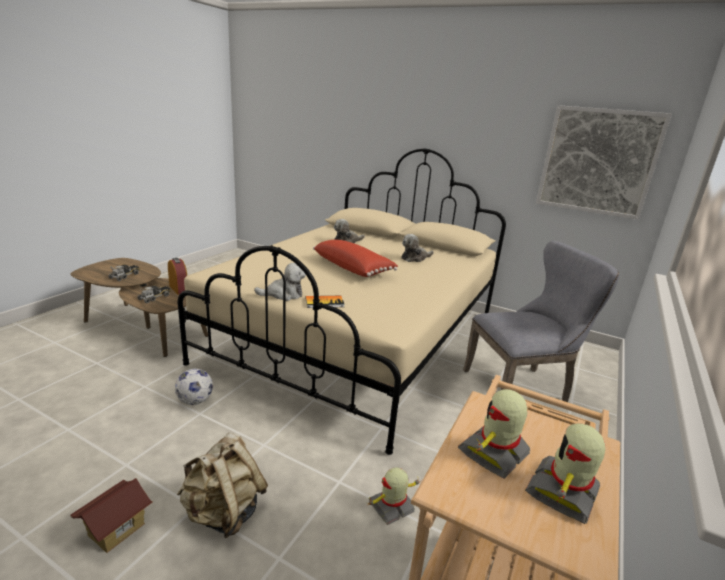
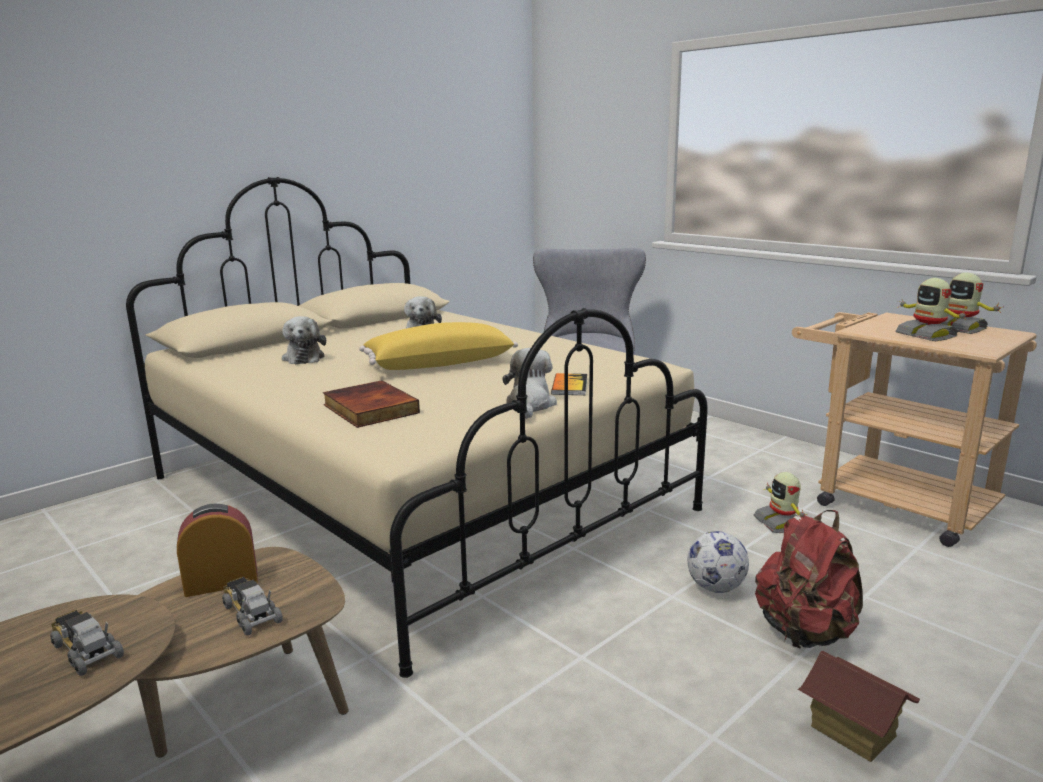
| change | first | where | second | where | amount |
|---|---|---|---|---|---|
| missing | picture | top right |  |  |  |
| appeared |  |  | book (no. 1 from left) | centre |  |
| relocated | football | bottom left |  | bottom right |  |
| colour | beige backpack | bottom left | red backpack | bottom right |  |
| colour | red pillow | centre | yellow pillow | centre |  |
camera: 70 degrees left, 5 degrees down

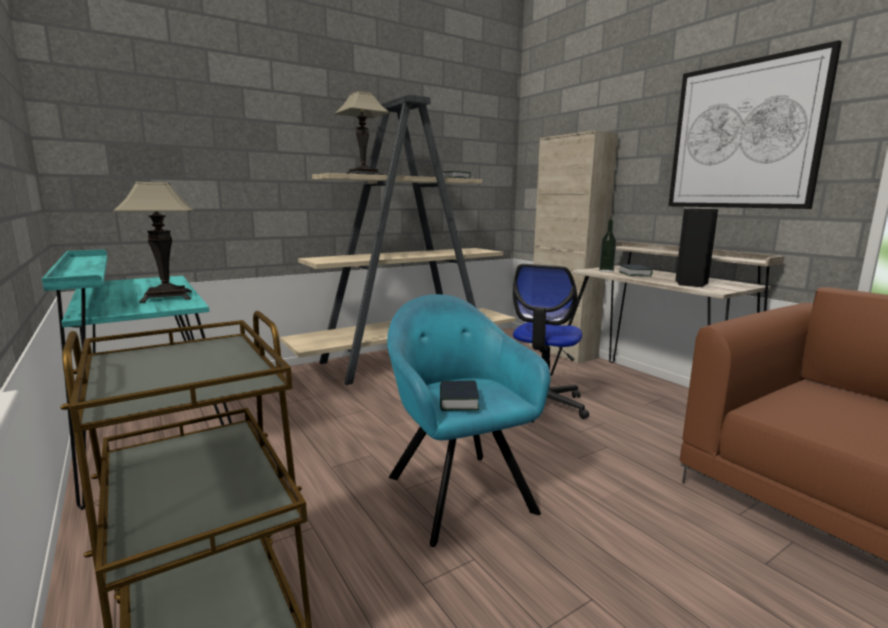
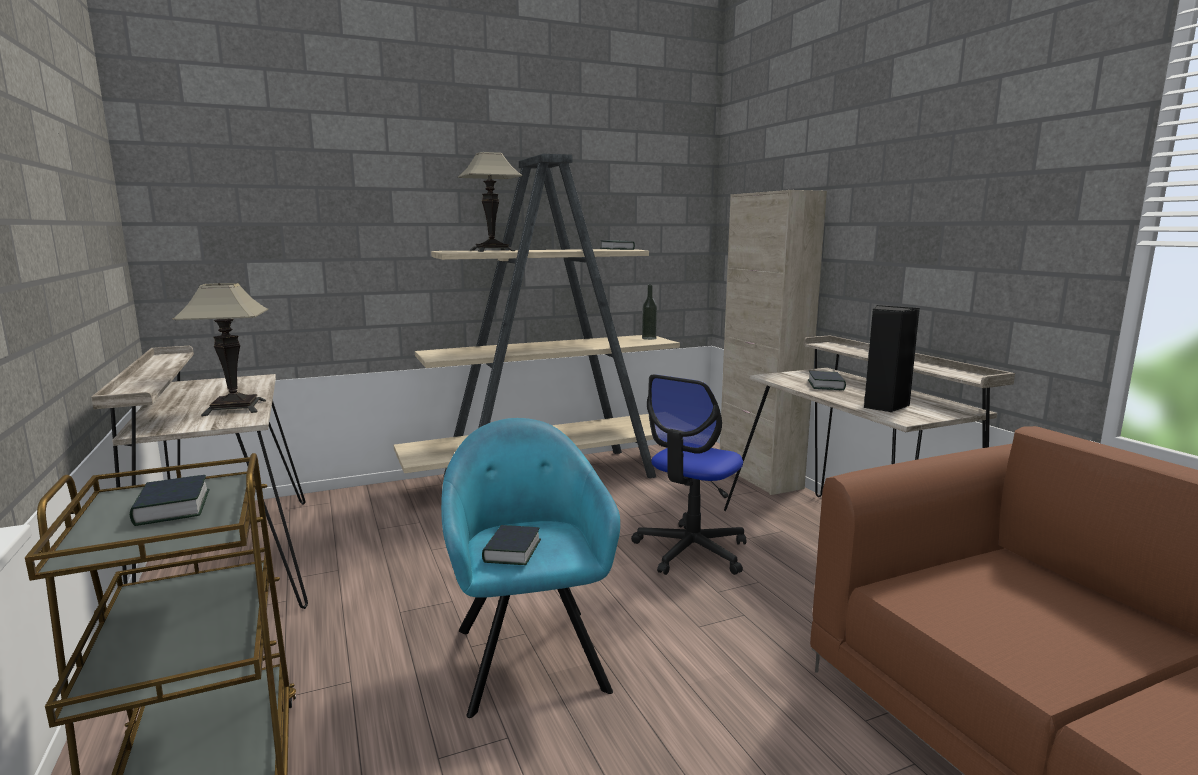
| change | first | where | second | where | amount |
|---|---|---|---|---|---|
| missing | picture | top right |  |  |  |
| appeared |  |  | book (no. 1 from left) | middle left |  |
| relocated | bottle | middle right |  | centre |  |
| colour | turquoise desk | middle left | beige desk (no. 1 from left) | middle left |  |
camera: 10 degrees right, 0 degrees up

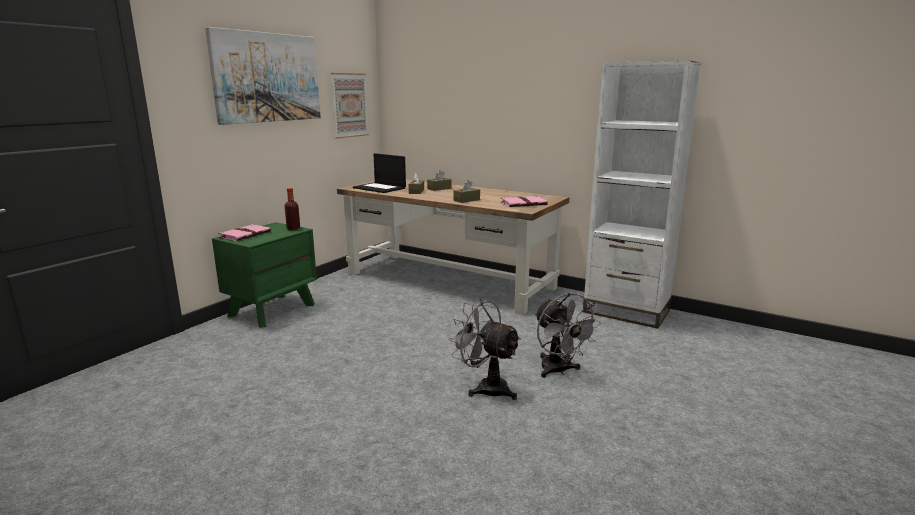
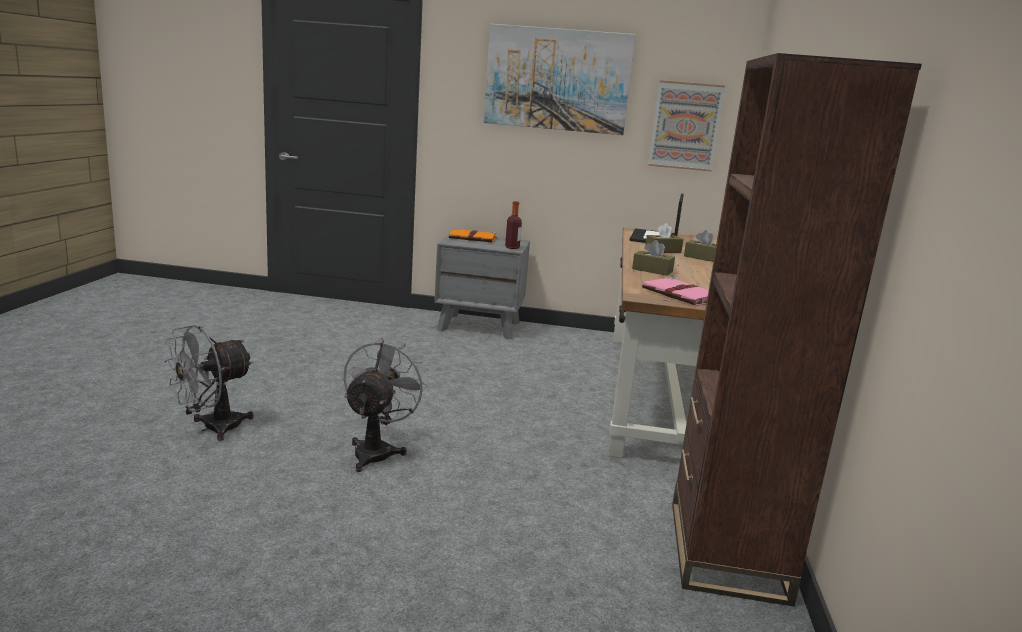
| change | first | where | second | where | amount |
|---|---|---|---|---|---|
| relocated | grey fan (no. 2 from left in the first image) | centre | grey fan (no. 1 from left) | middle left |  |
| colour | green nightstand | middle left | grey nightstand | centre |  |
| colour | pink book (no. 1 from left) | middle left | orange book | centre |  |
| colour | white bookcase | middle right | brown bookcase | middle right |  |
camera: 65 degrees right, 0 degrees up

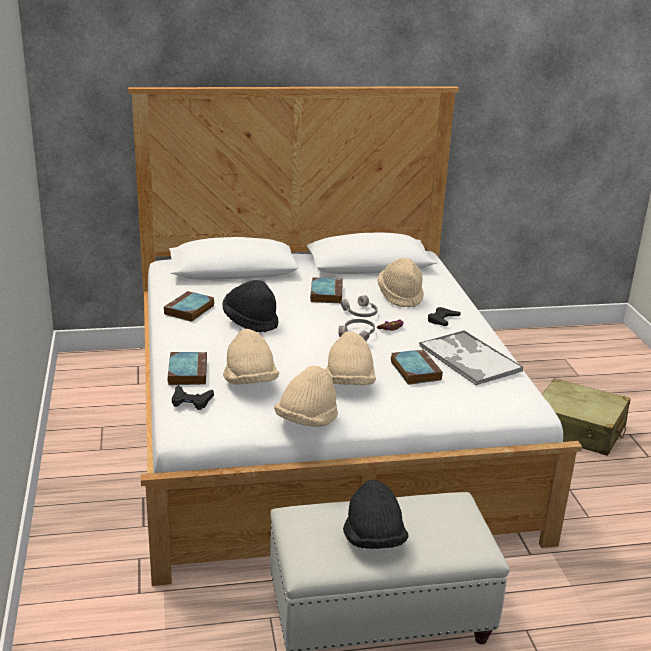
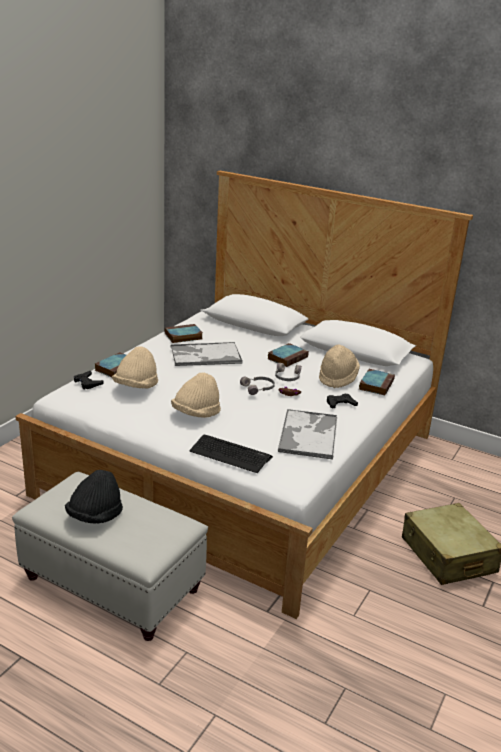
| change | first | where | second | where | amount |
|---|---|---|---|---|---|
| missing | beige hat (no. 2 from left) | centre |  |  |  |
| appeared |  |  | keyboard | centre |  |
| relocated | book (no. 4 from left) | centre |  | middle right |  |
| exchanged | black hat (no. 1 from left) | centre | tray (no. 1 from left) | centre |  |
camera: 40 degrees right, 0 degrees up

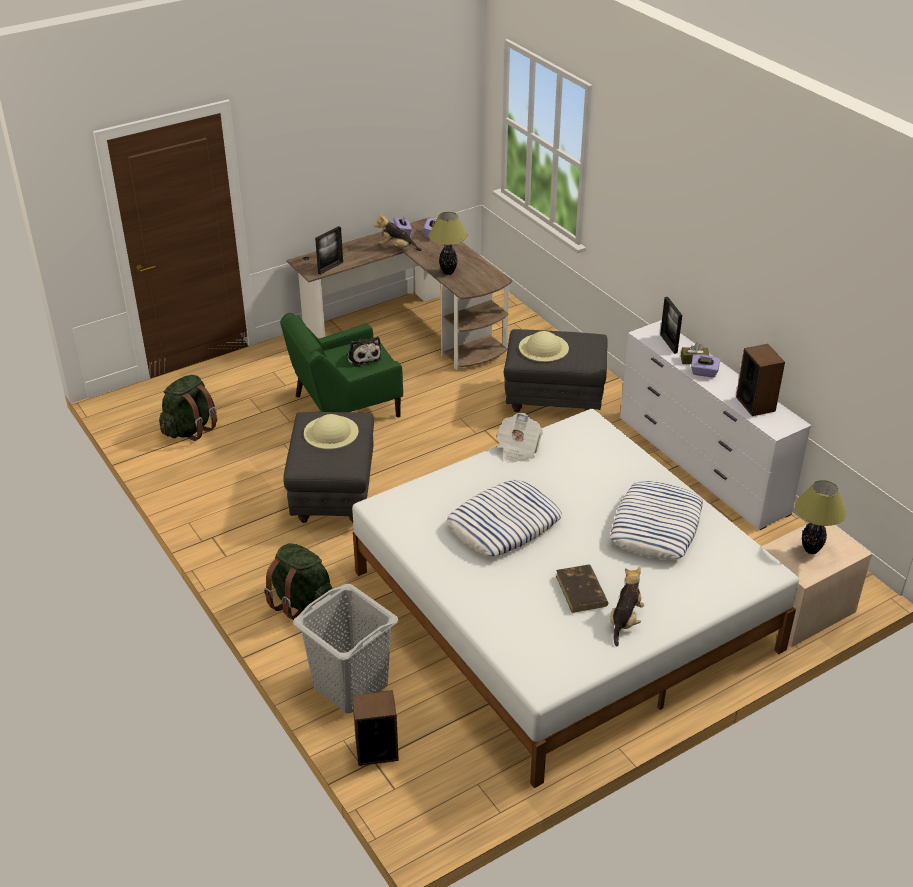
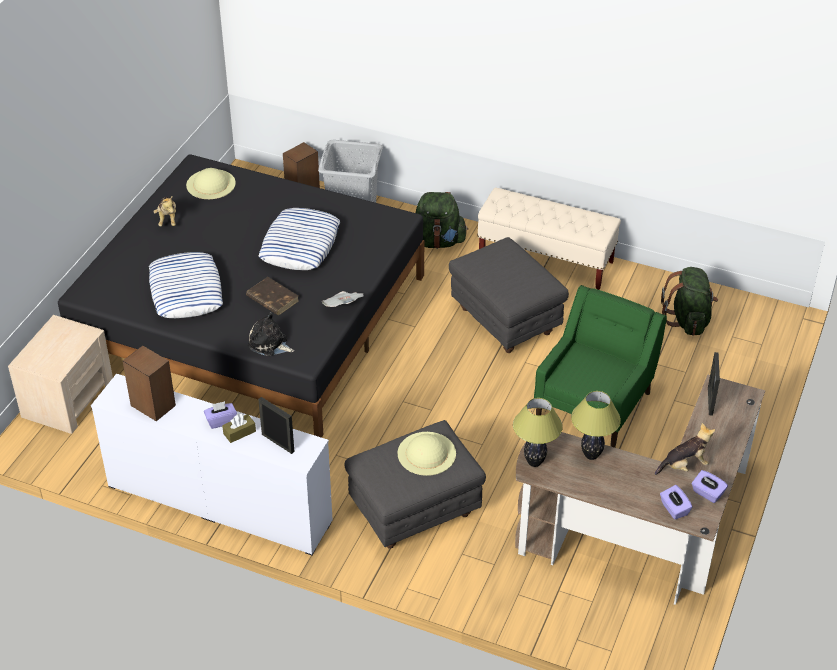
| change | first | where | second | where | amount |
|---|---|---|---|---|---|
| appeared |  |  | beige bench | centre |  |
| relocated | beige hat (no. 1 from left) | centre |  | top left |  |
| relocated | plush toy (no. 1 from left in the first image) | centre | plush toy (no. 2 from left) | middle left |  |
| relocated | brown book | centre |  | middle left |  |
| relocated | table lamp (no. 2 from left in the first image) | middle right | table lamp (no. 1 from left) | centre |  |
| colour | white bed | bottom centre | black bed | middle left |  |
camera: 145 degrees right, 5 degrees up

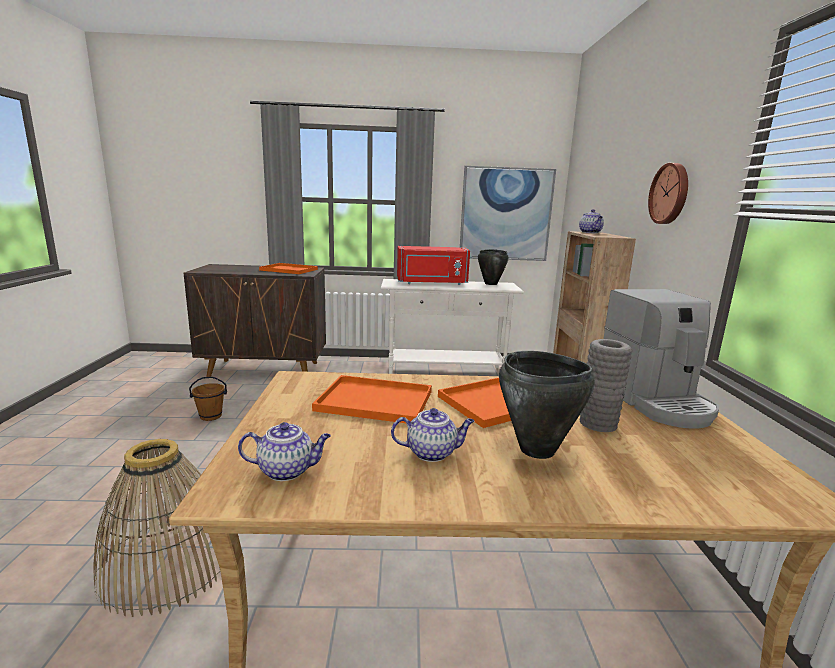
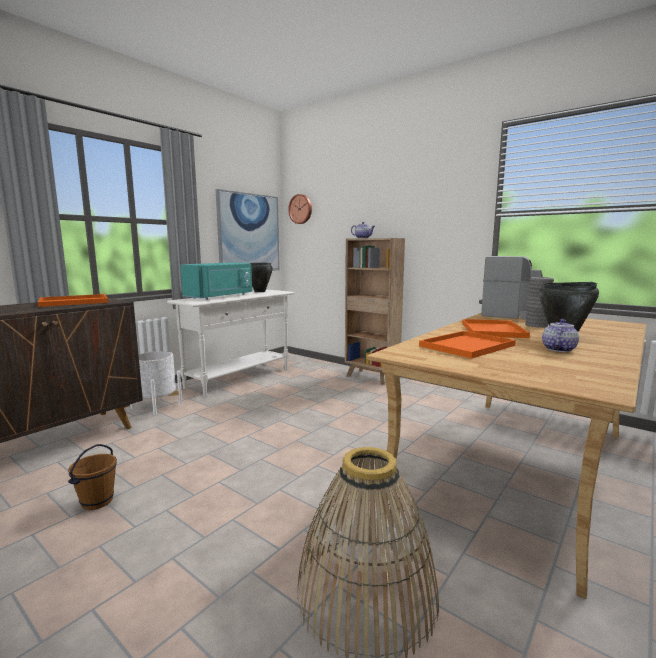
| change | first | where | second | where | amount |
|---|---|---|---|---|---|
| missing | teapot (no. 1 from left) | bottom centre |  |  |  |
| appeared |  |  | white planter | middle left |  |
| relocated | wall clock | top right |  | top centre |  |
| colour | red microwave | centre | turquoise microwave | middle left |  |
camera: 50 degrees left, 5 degrees down

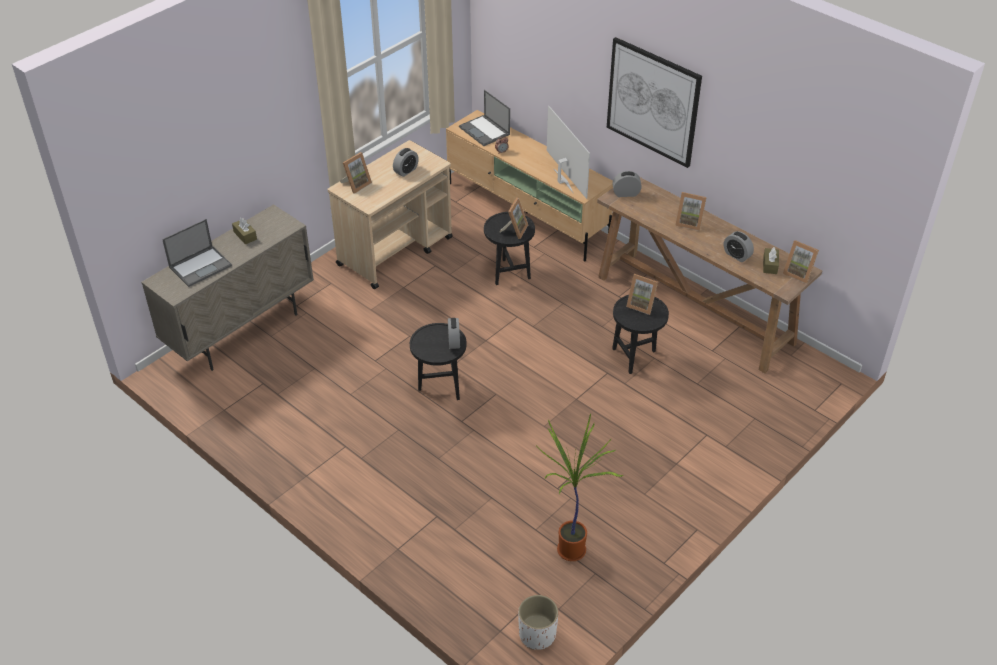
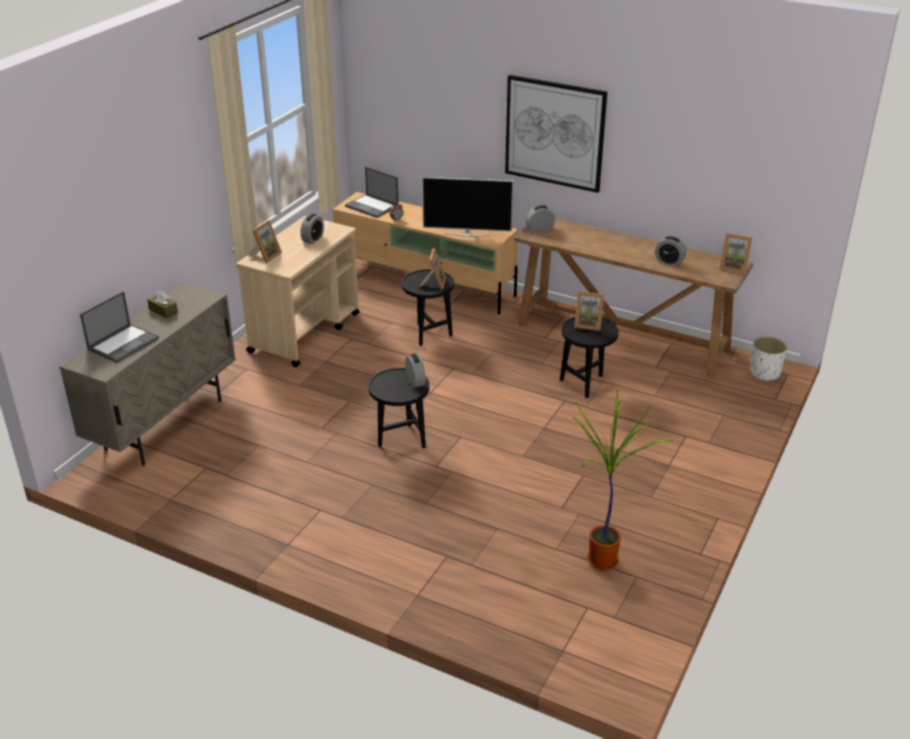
| change | first | where | second | where | amount |
|---|---|---|---|---|---|
| missing | picture frame (no. 4 from left) | top right |  |  |  |
| missing | brown tissue box (no. 2 from left) | middle right |  |  |  |
| relocated | white planter | bottom centre |  | middle right |  |
| spun | television | top centre |  | top centre | 135 degrees clockwise |
camera: 15 degrees left, 10 degrees down

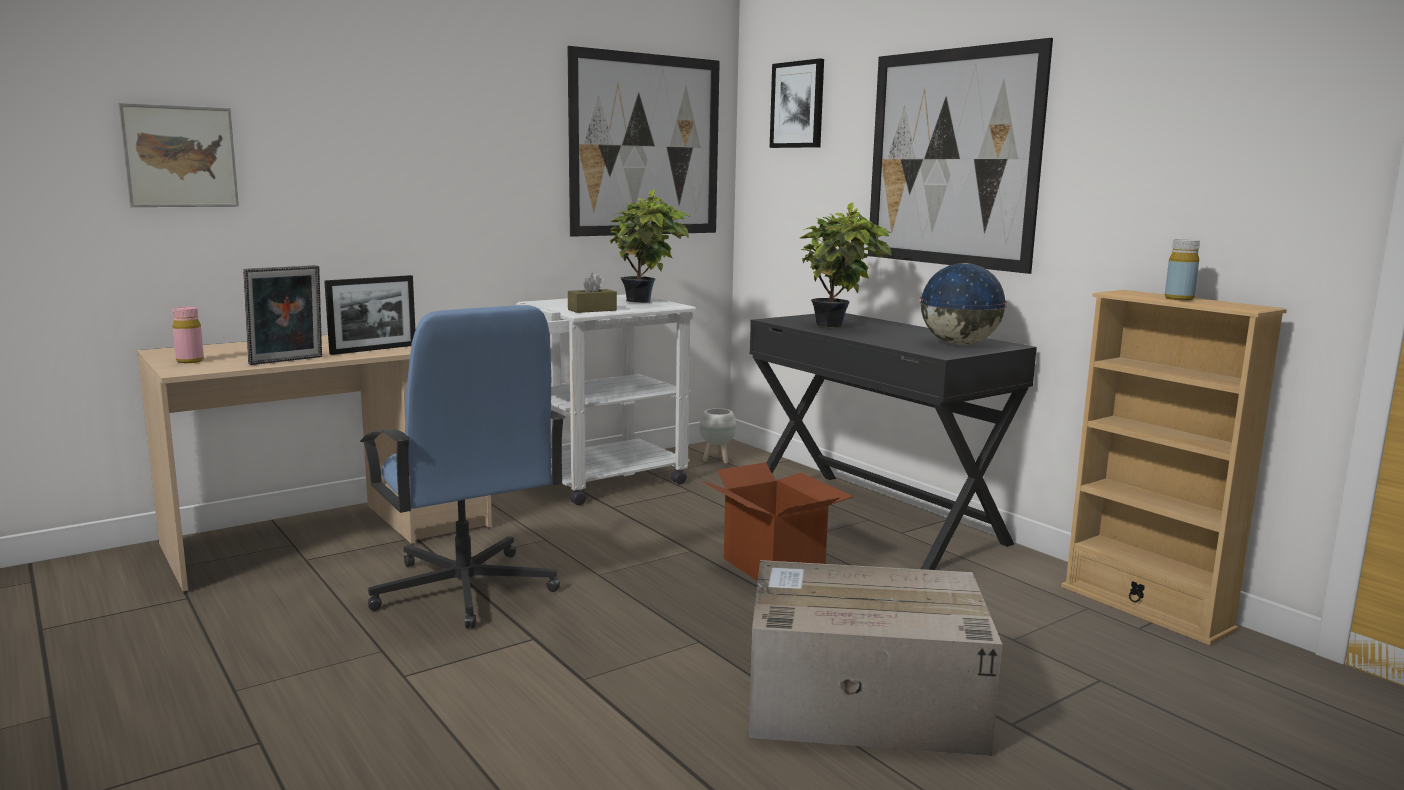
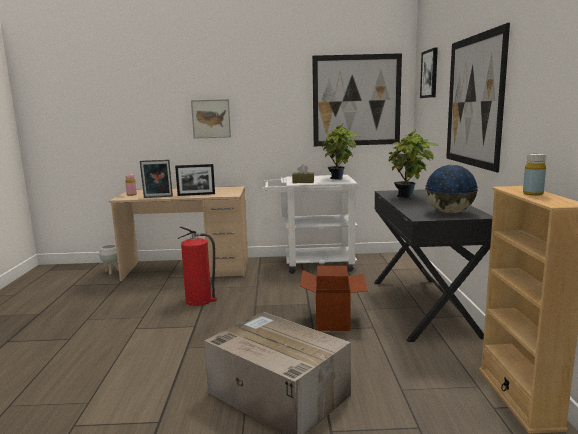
| change | first | where | second | where | amount |
|---|---|---|---|---|---|
| relocated | picture (no. 1 from left) | top left |  | top centre |  |
| relocated | white planter | centre |  | middle left |  |
| exchanged | blue office chair | middle left | fire extinguisher | centre |  |
camera: 35 degrees right, 0 degrees up

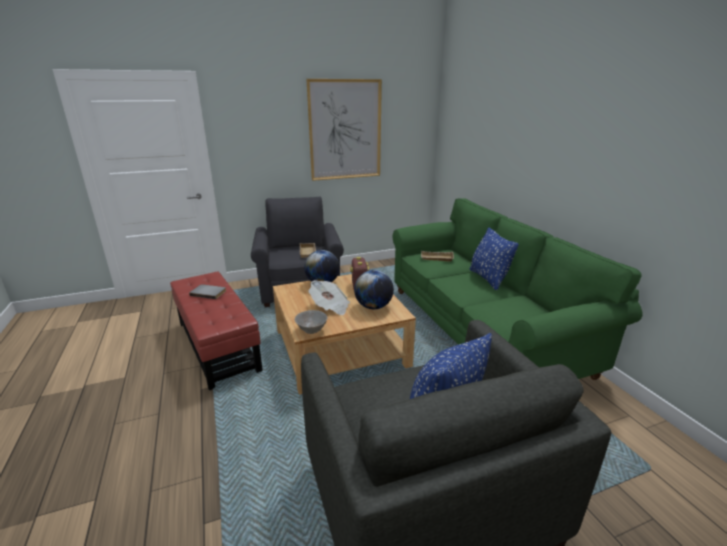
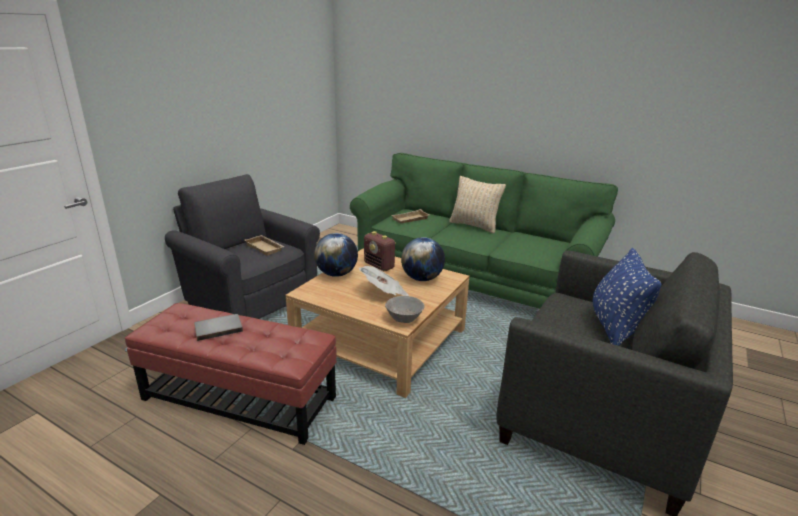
| change | first | where | second | where | amount |
|---|---|---|---|---|---|
| missing | picture | top centre |  |  |  |
| colour | blue pillow (no. 2 from left) | middle right | beige pillow | centre |  |
camera: 40 degrees left, 0 degrees up

